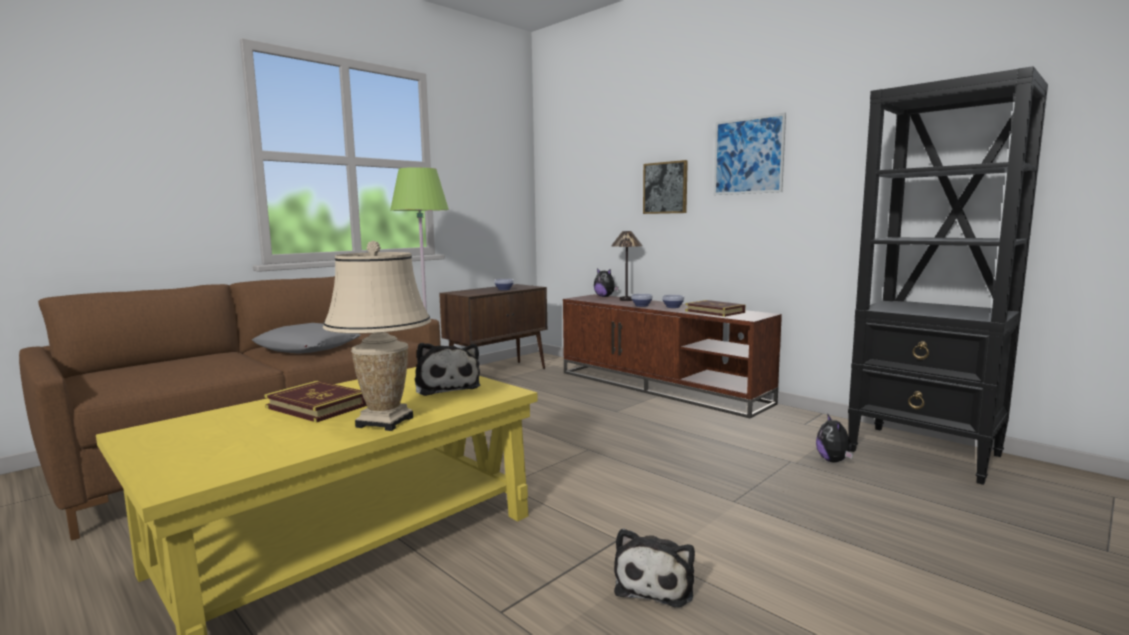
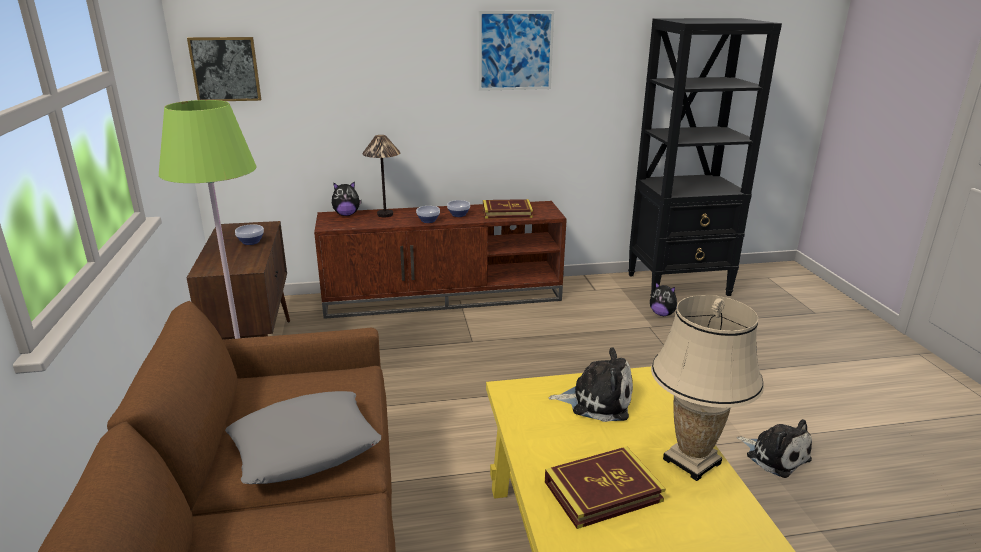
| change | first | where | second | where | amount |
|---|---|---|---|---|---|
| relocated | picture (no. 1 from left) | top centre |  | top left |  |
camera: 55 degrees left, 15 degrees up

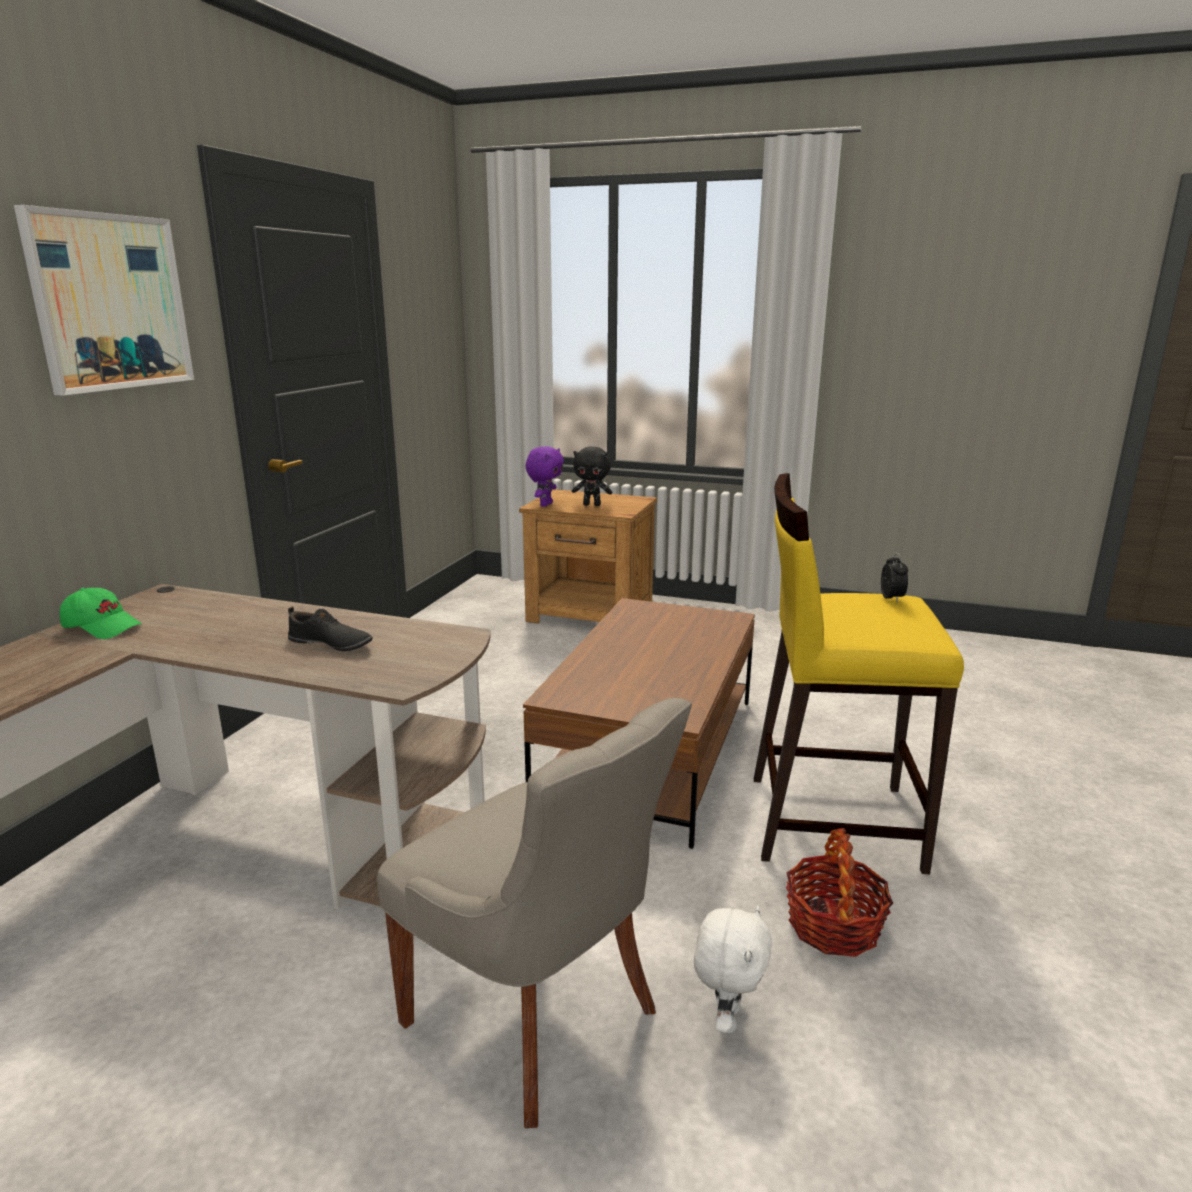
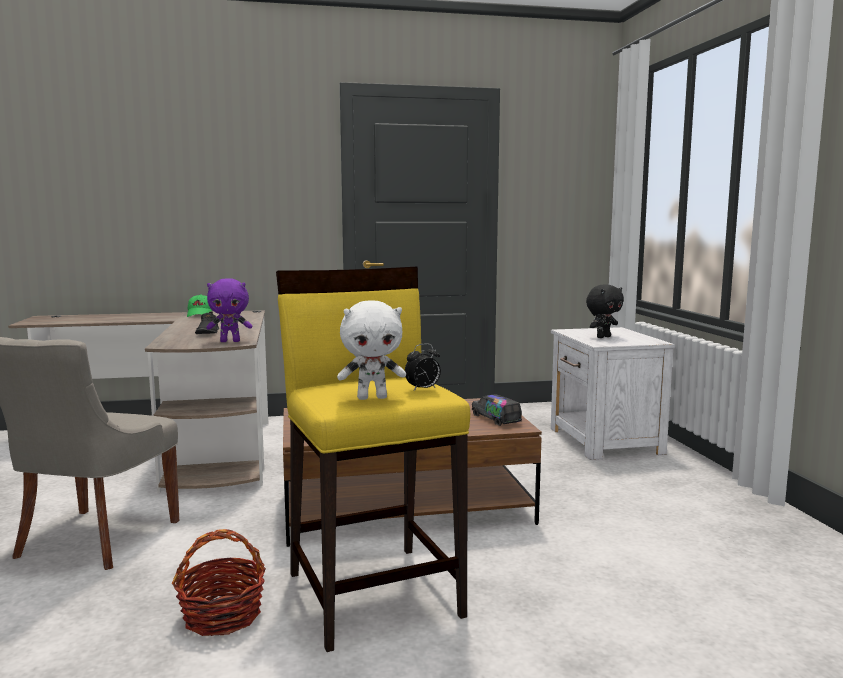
| change | first | where | second | where | amount |
|---|---|---|---|---|---|
| missing | picture | top left |  |  |  |
| appeared |  |  | toy truck | centre |  |
| relocated | purple plush toy | centre |  | middle left |  |
| relocated | white plush toy | bottom centre |  | centre |  |
| colour | brown nightstand | centre | white nightstand | middle right |  |
| spun | black plush toy | centre |  | middle right | 105 degrees counterclockwise |
camera: 60 degrees right, 10 degrees down

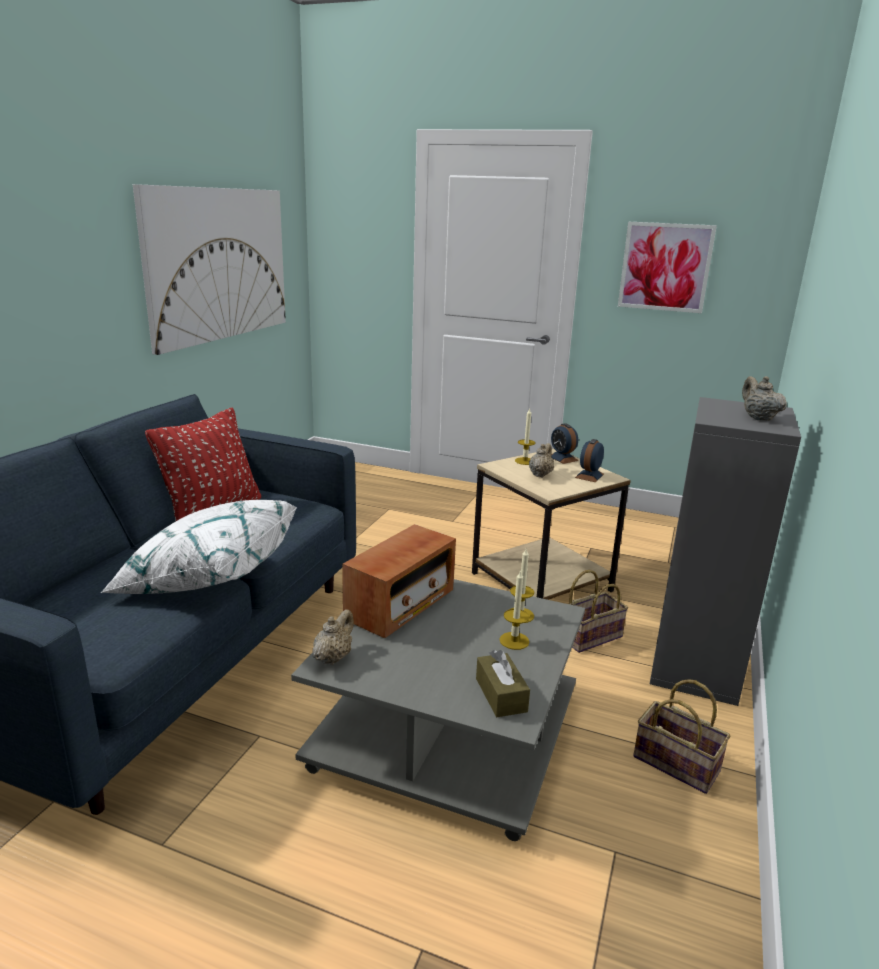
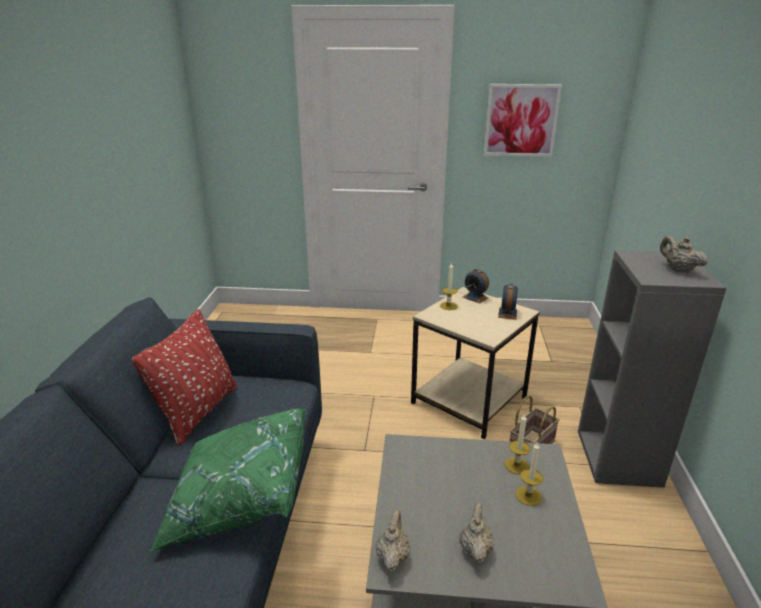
| change | first | where | second | where | amount |
|---|---|---|---|---|---|
| missing | picture (no. 1 from left) | top left |  |  |  |
| missing | radio | centre |  |  |  |
| missing | brown tissue box | bottom centre |  |  |  |
| missing | basket (no. 2 from left) | bottom right |  |  |  |
| relocated | beige teapot (no. 2 from left) | centre |  | bottom centre |  |
| colour | white pillow | middle left | green pillow | bottom left |  |
camera: 15 degrees left, 5 degrees up

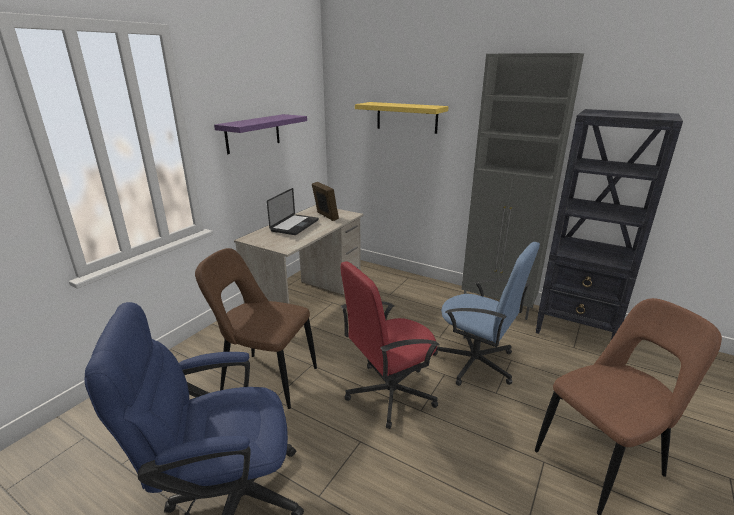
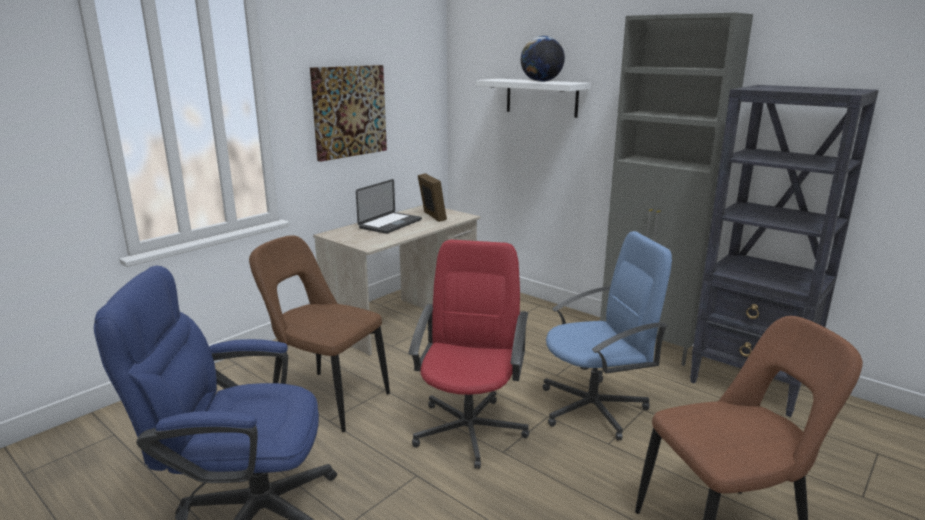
| change | first | where | second | where | amount |
|---|---|---|---|---|---|
| appeared |  |  | globe | top centre |  |
| exchanged | purple shelf | top centre | picture | top centre |  |
| colour | yellow shelf | top centre | white shelf | top centre |  |
| spun | red office chair | bottom centre |  | bottom centre | 120 degrees clockwise |
| spun | blue office chair (no. 2 from left) | centre |  | centre | 60 degrees counterclockwise |
camera: 10 degrees right, 5 degrees down

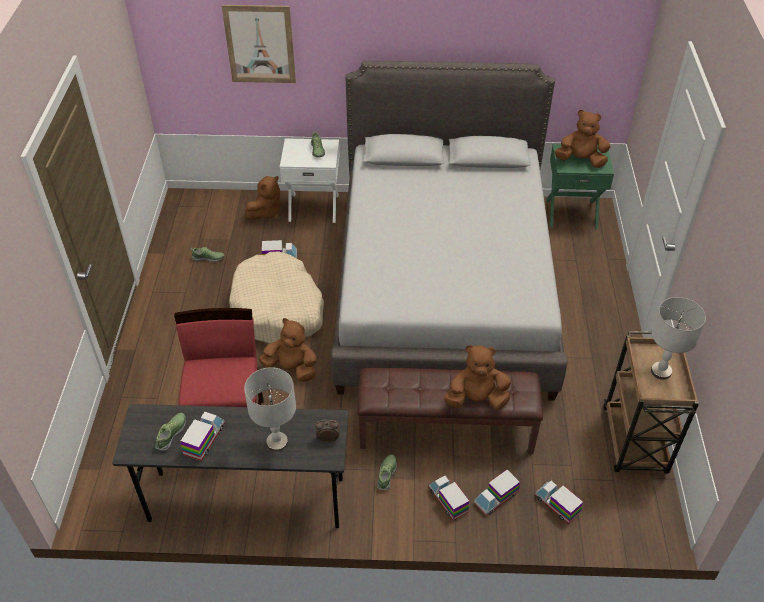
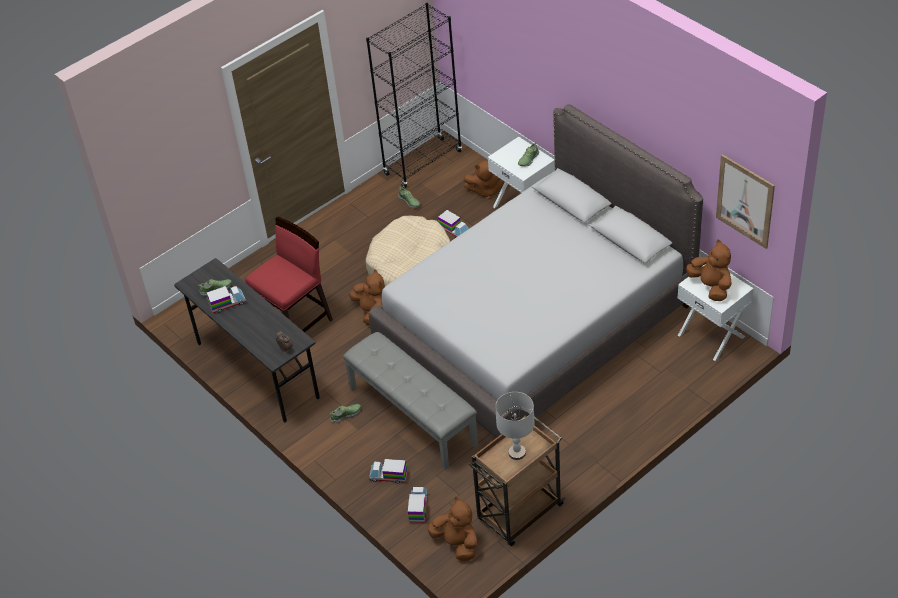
| change | first | where | second | where | amount |
|---|---|---|---|---|---|
| missing | grey table lamp (no. 1 from left) | bottom centre |  |  |  |
| missing | toy truck (no. 3 from left) | bottom centre |  |  |  |
| appeared |  |  | black bookcase | top centre |  |
| relocated | picture | top centre |  | middle right |  |
| relocated | brown plush toy (no. 3 from left in the first image) | centre | brown plush toy (no. 2 from left) | bottom centre |  |
| colour | brown bench | bottom centre | grey bench | bottom centre |  |
| colour | green nightstand | top right | white nightstand (no. 2 from left) | middle right |  |
camera: 50 degrees right, 0 degrees up

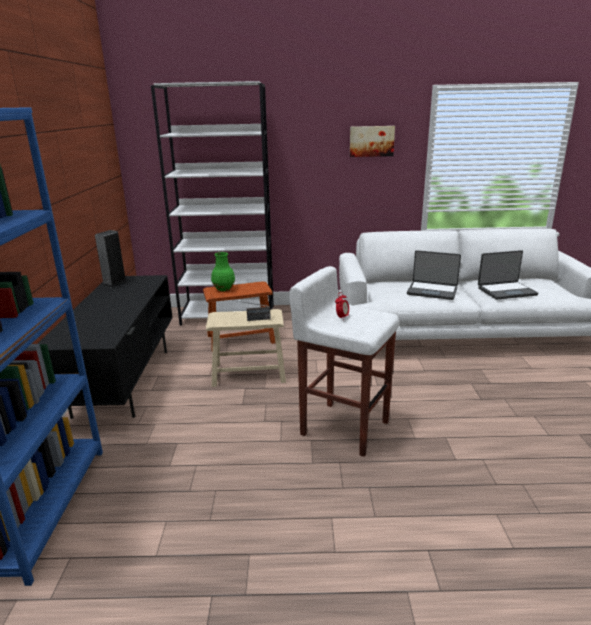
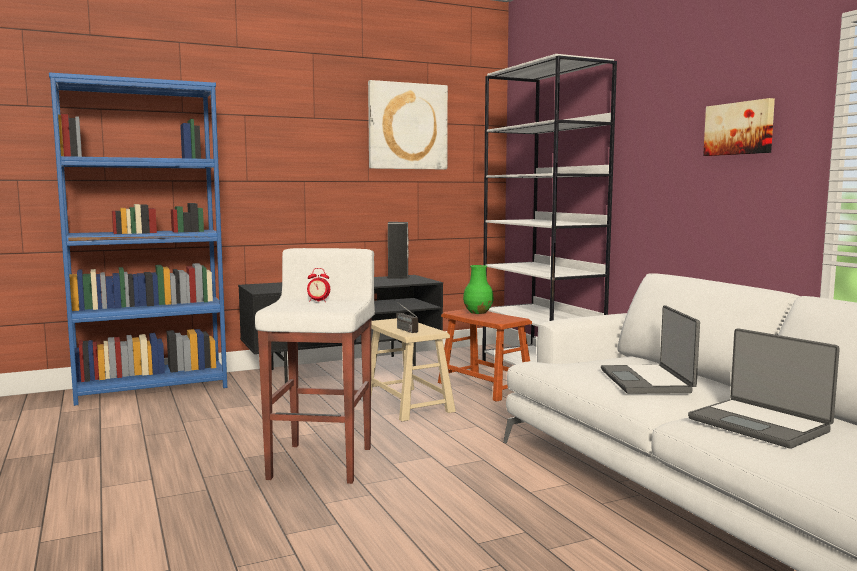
| change | first | where | second | where | amount |
|---|---|---|---|---|---|
| appeared |  |  | picture (no. 1 from left) | top centre |  |
camera: 65 degrees right, 15 degrees down

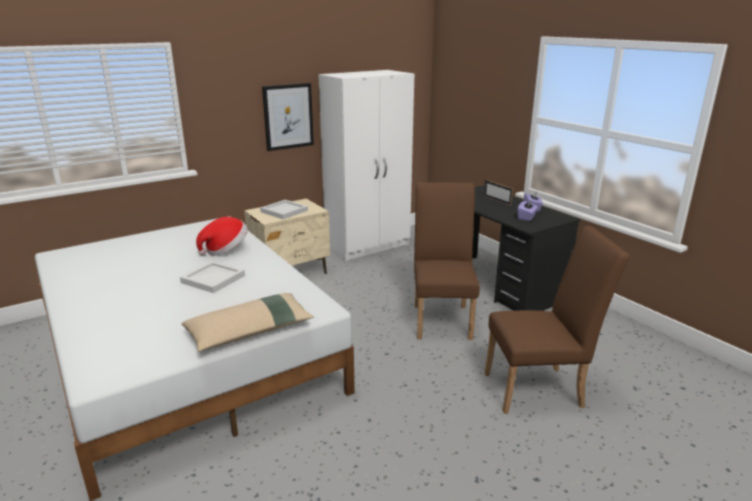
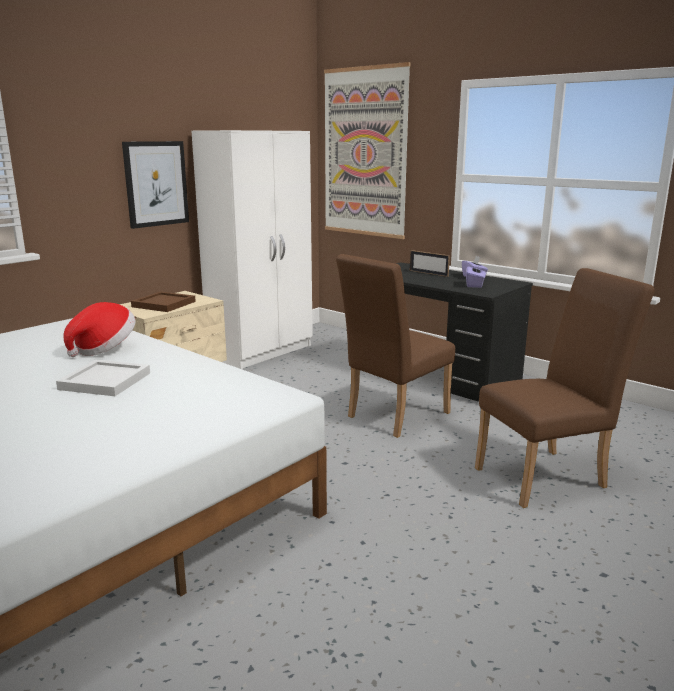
| change | first | where | second | where | amount |
|---|---|---|---|---|---|
| missing | beige pillow | middle left |  |  |  |
| appeared |  |  | picture (no. 2 from left) | top centre |  |
| colour | white tray (no. 2 from left) | centre | brown tray | middle left |  |
| spun | brown chair (no. 1 from left) | centre |  | centre | 120 degrees counterclockwise |
camera: 15 degrees left, 5 degrees down

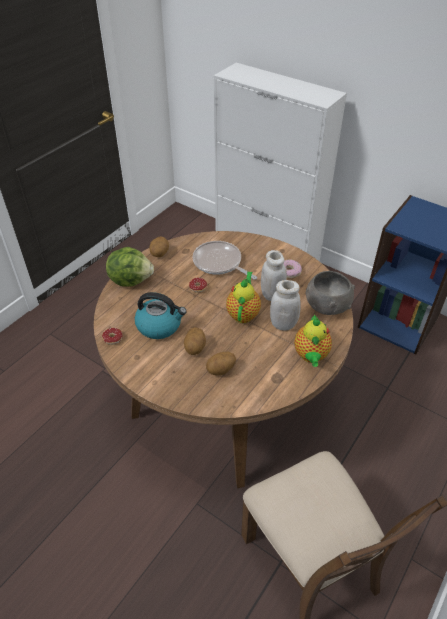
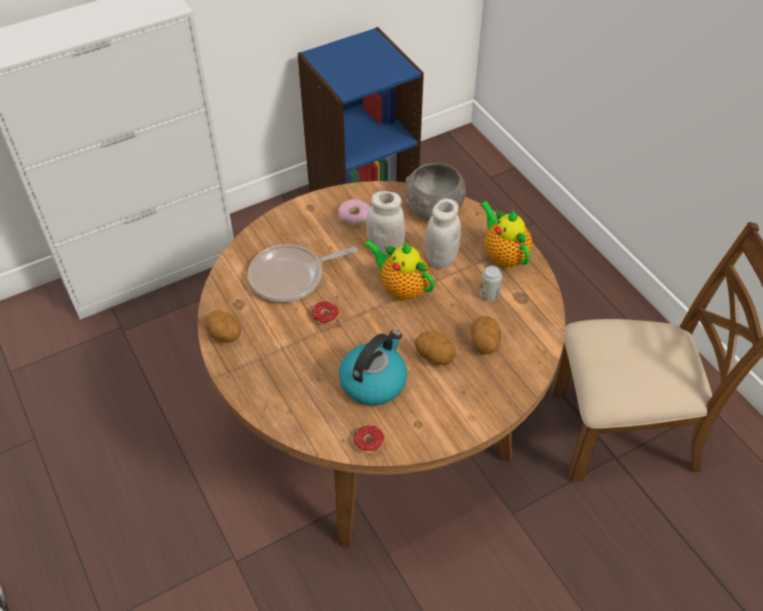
| change | first | where | second | where | amount |
|---|---|---|---|---|---|
| missing | lettuce | middle left |  |  |  |
| appeared |  |  | can | centre |  |
| spun | teapot (no. 2 from left) | middle right |  | centre | 150 degrees counterclockwise |
camera: 65 degrees left, 5 degrees up

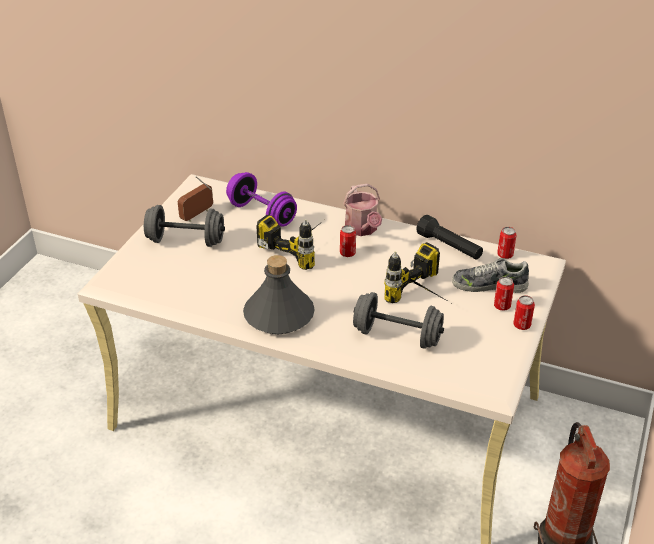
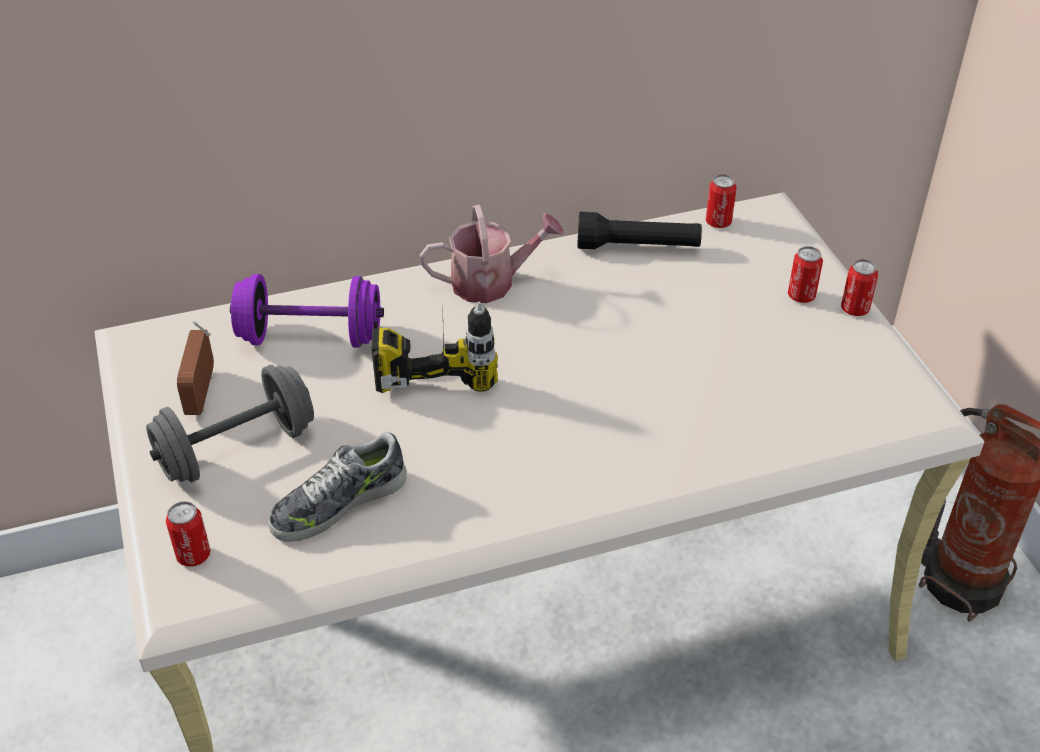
| change | first | where | second | where | amount |
|---|---|---|---|---|---|
| missing | grey bottle | centre |  |  |  |
| missing | grey dumbbell (no. 2 from left) | centre |  |  |  |
| missing | power drill (no. 2 from left) | centre |  |  |  |
| relocated | can (no. 1 from left) | centre |  | bottom left |  |
| relocated | shoe | middle right |  | middle left |  |
| spun | watering can | centre |  | centre | 45 degrees counterclockwise |
camera: 40 degrees left, 5 degrees up

